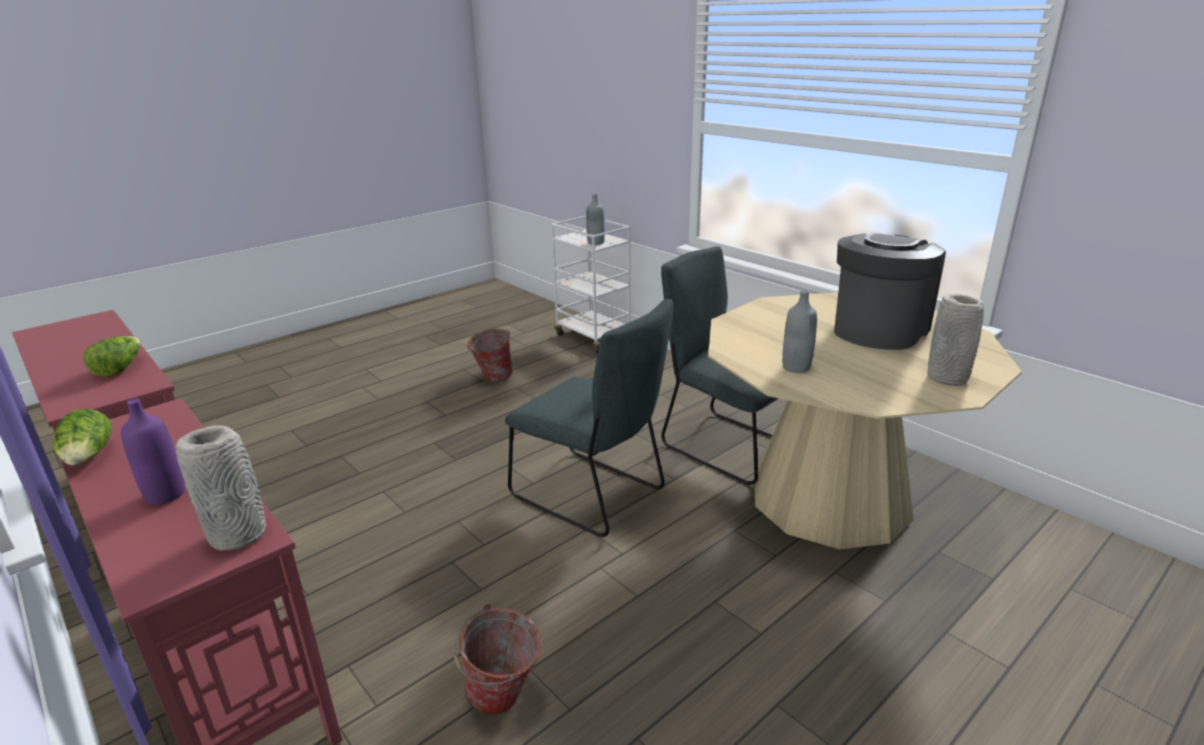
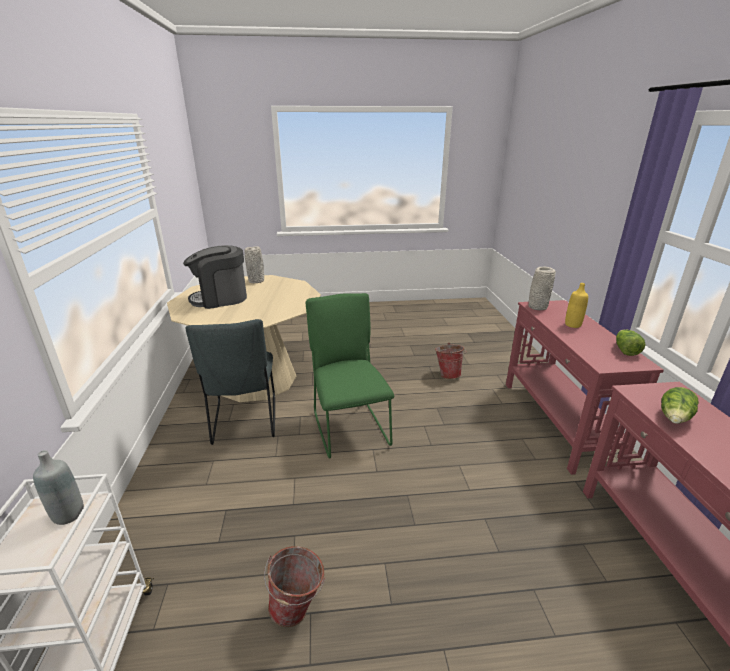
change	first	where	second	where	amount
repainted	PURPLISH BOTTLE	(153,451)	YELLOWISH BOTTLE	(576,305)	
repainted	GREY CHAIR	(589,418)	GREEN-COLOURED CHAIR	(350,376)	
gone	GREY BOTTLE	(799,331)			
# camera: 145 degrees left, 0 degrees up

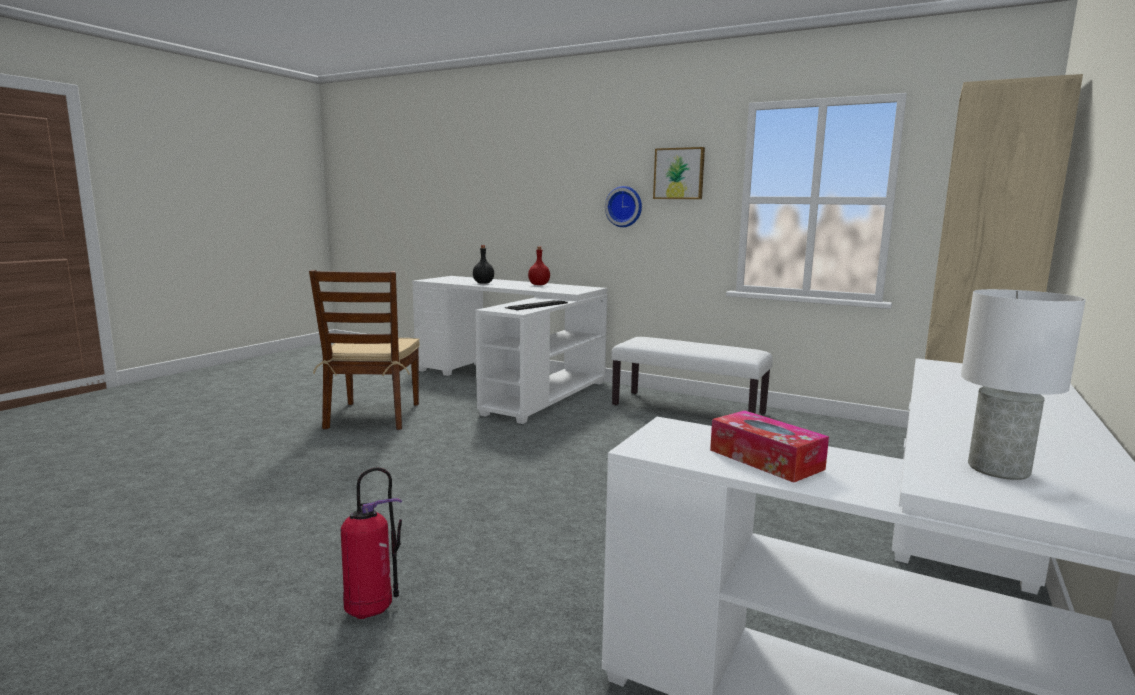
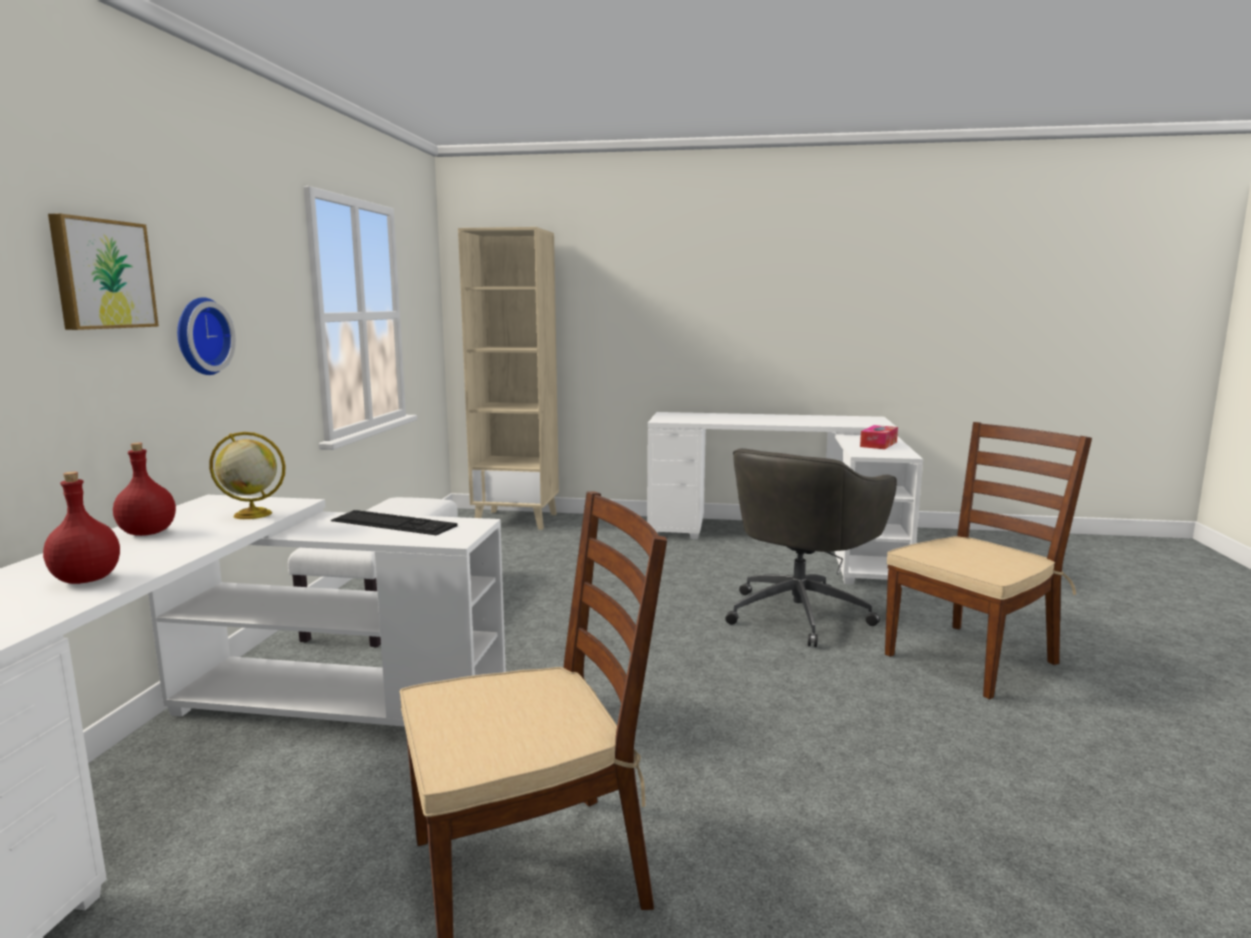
change	first	where	second	where	amount
swapped	EXTINGUISHER	(371,543)	BROWN-COLOURED CHAIR	(988,560)	
repainted	BLACKISH BOTTLE	(483,264)	RED BOTTLE	(81,528)	
shifted	WALL PICTURE	(679,173)		(103,272)	
gone	WHITE-COLOURED LAMP FOR A TABLE	(1023,384)			
new			GLOBE	(247,475)	
new			GREY COMPUTER CHAIR	(811,547)	
# camera: 110 degrees left, 0 degrees up

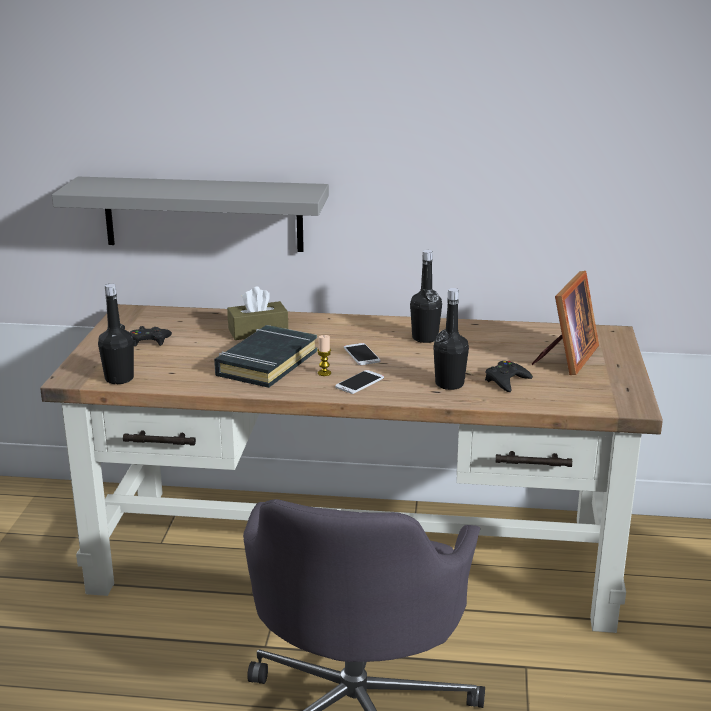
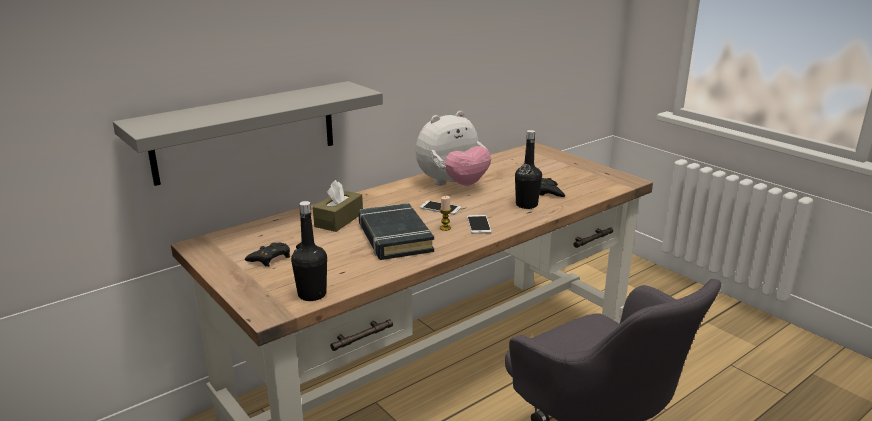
change	first	where	second	where	amount
swapped	BLACKISH BOTTLE	(426,296)	CUDDLY TOY	(453,148)	
gone	PICTURE FRAME	(565,323)			
# camera: 45 degrees left, 0 degrees up

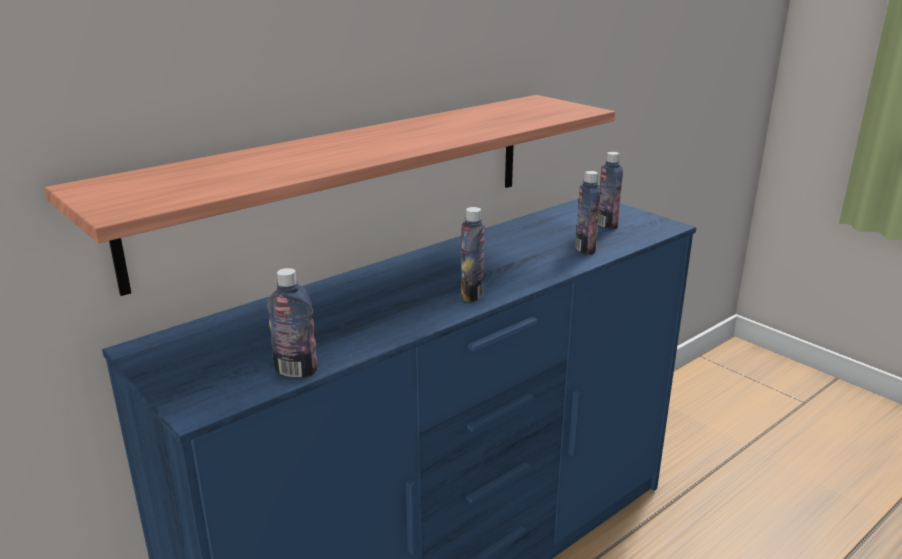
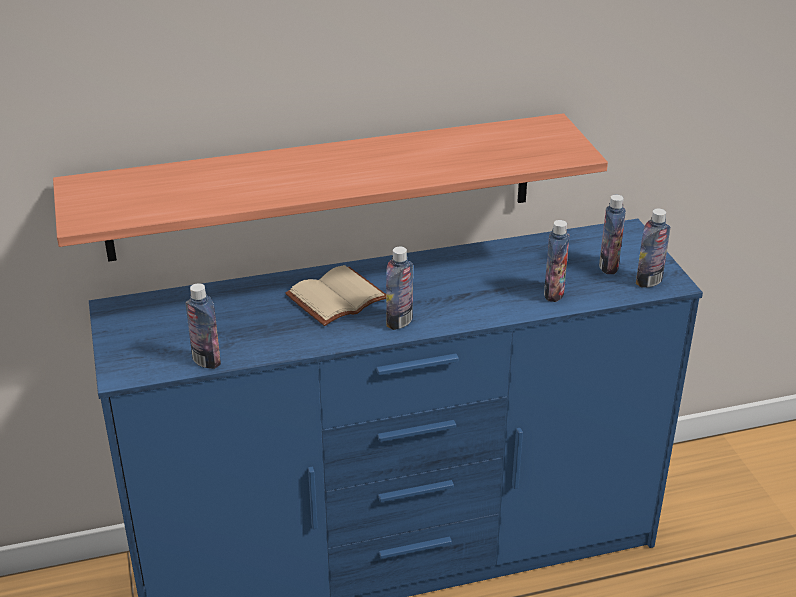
change	first	where	second	where	amount
new			BEIGE VOLUME	(335,295)	
new			BOTTLE	(653,248)	
# camera: 25 degrees right, 10 degrees up

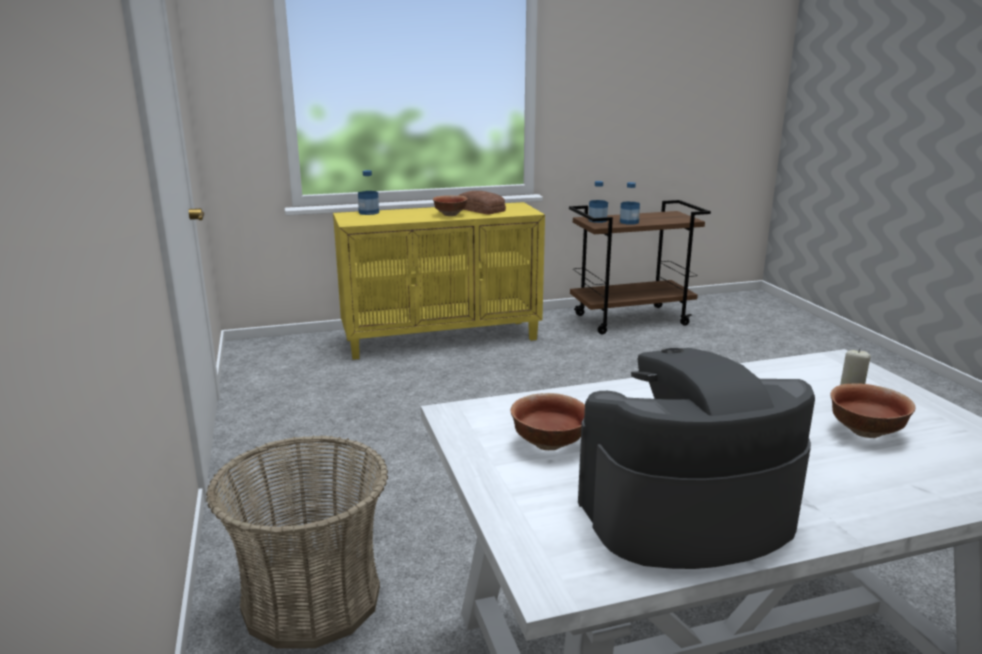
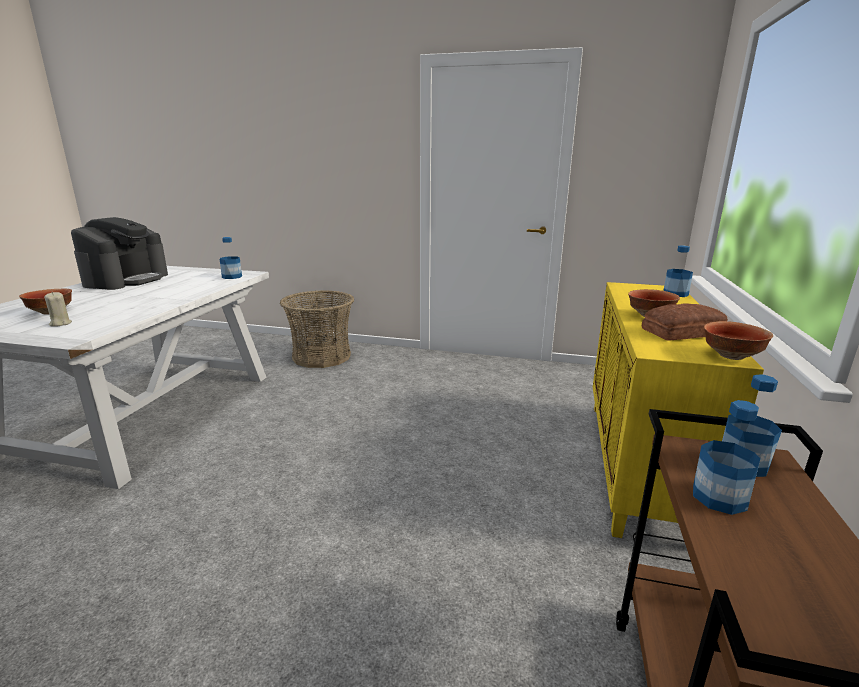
change	first	where	second	where	amount
shifted	SERVING BOWL	(548,421)		(738,340)	
new			BOTTLE	(231,258)	
# camera: 120 degrees right, 0 degrees up

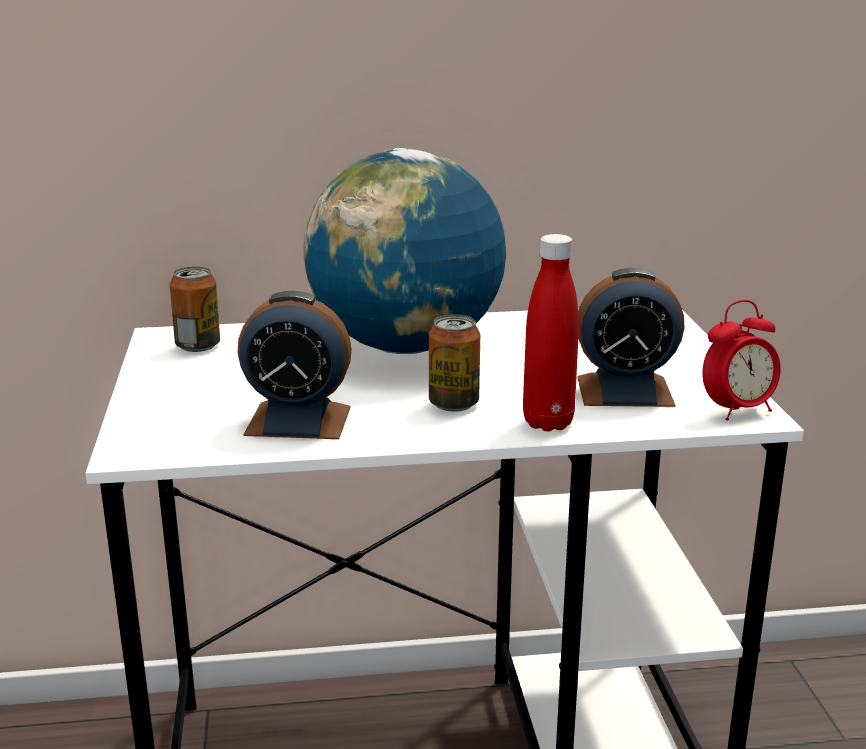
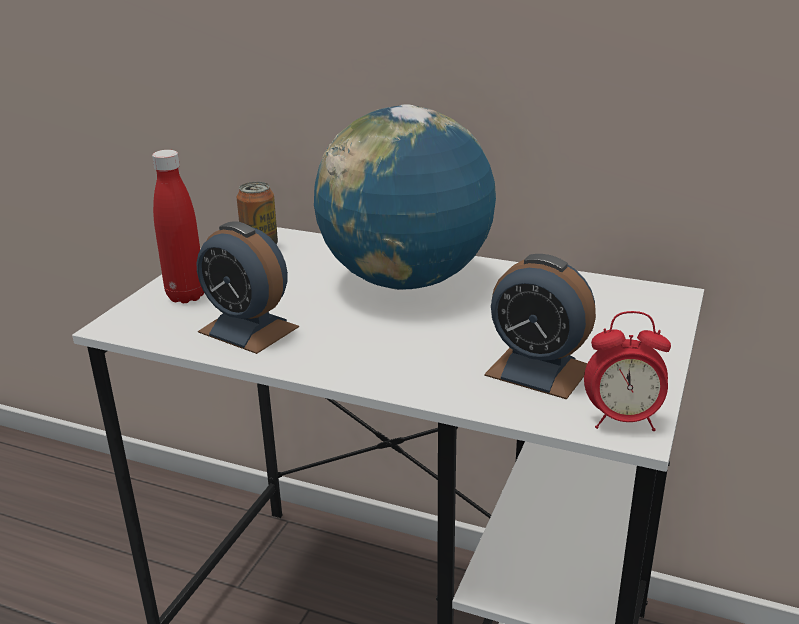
change	first	where	second	where	amount
gone	CAN	(454,363)			
shifted	RED BOTTLE	(551,332)		(178,226)	
# camera: 30 degrees right, 5 degrees up

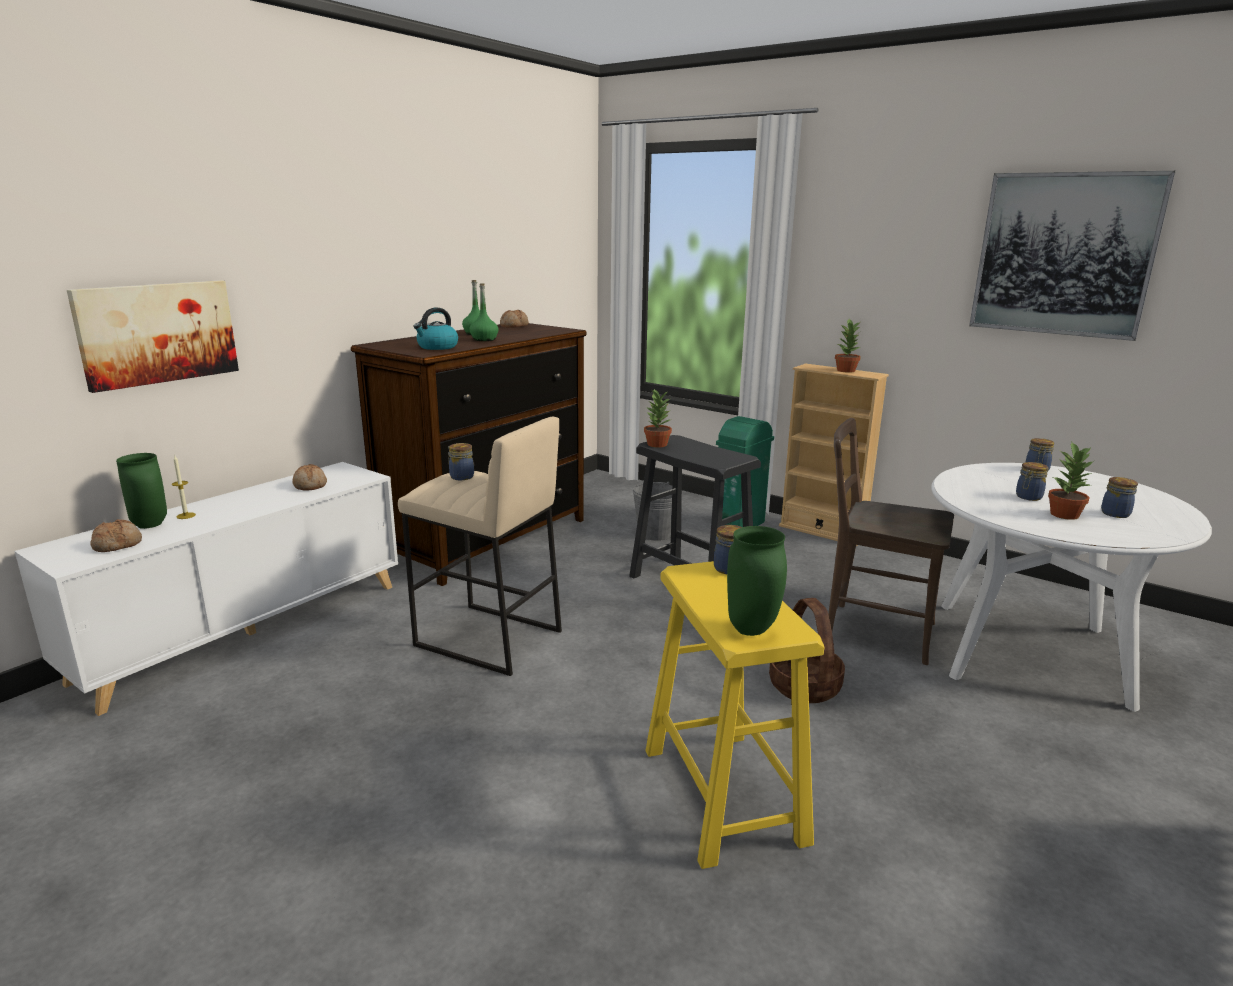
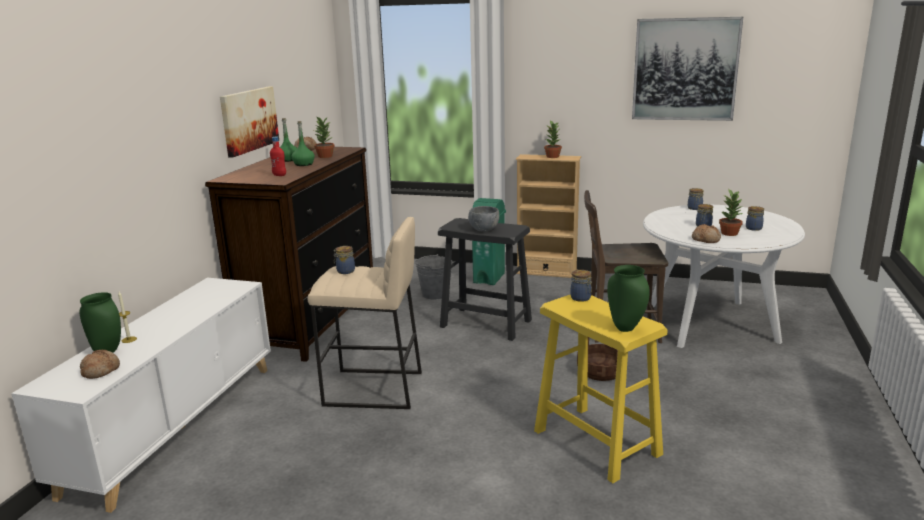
change	first	where	second	where	amount
shifted	WALL PICTURE	(153,336)		(249,122)	
shifted	BREAD	(309,477)		(706,233)	
swapped	WATER KETTLE	(436,329)	RED BOTTLE	(278,156)	
shifted	HOUSEPLANT	(658,418)		(324,137)	
new			GREY SERVING BOWL	(483,219)	
# camera: 20 degrees left, 0 degrees up

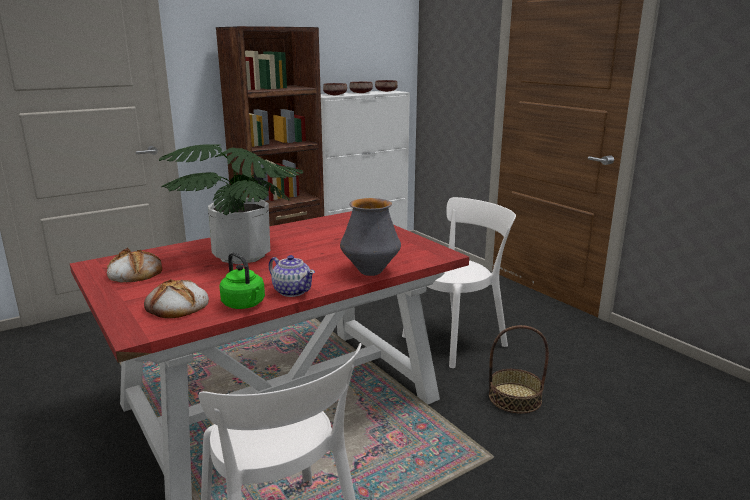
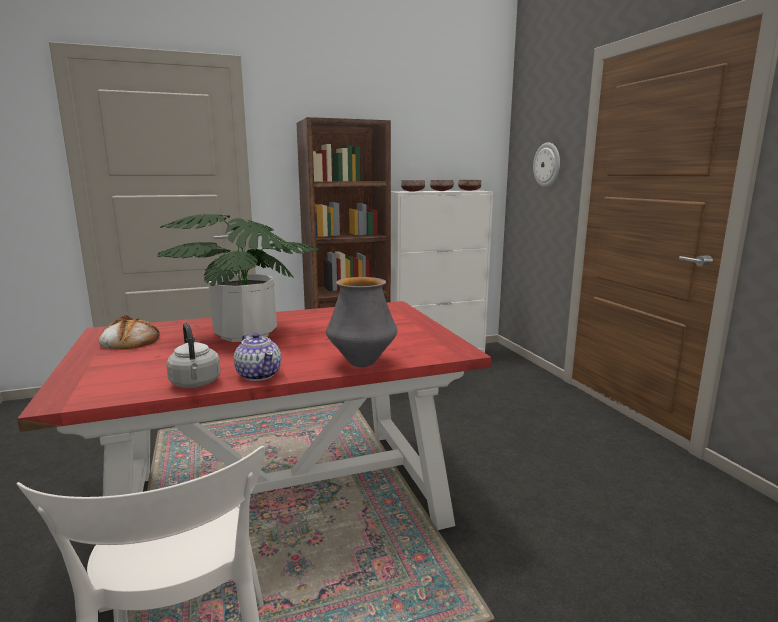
change	first	where	second	where	amount
gone	BREAD	(176,298)			
repainted	GREEN-COLOURED WATER KETTLE	(242,280)	GREY WATER KETTLE	(193,355)	
gone	WHITE-COLOURED CHAIR	(459,282)			
gone	BASKET	(519,369)			
new			HANGING CLOCK	(546,164)	
# camera: 15 degrees right, 5 degrees down

